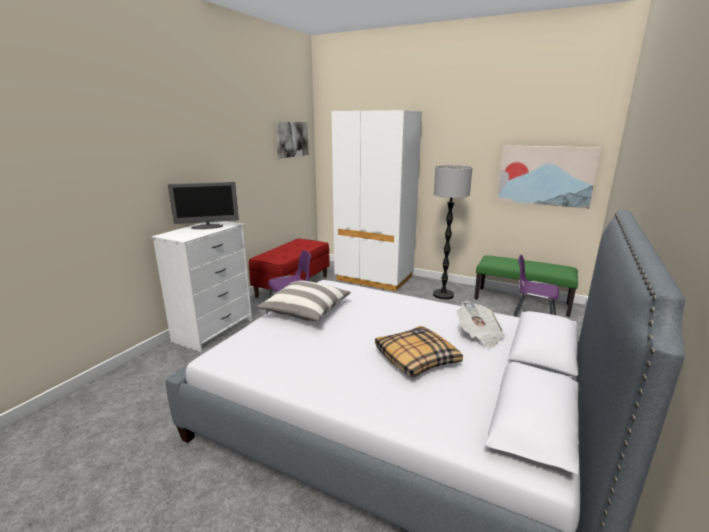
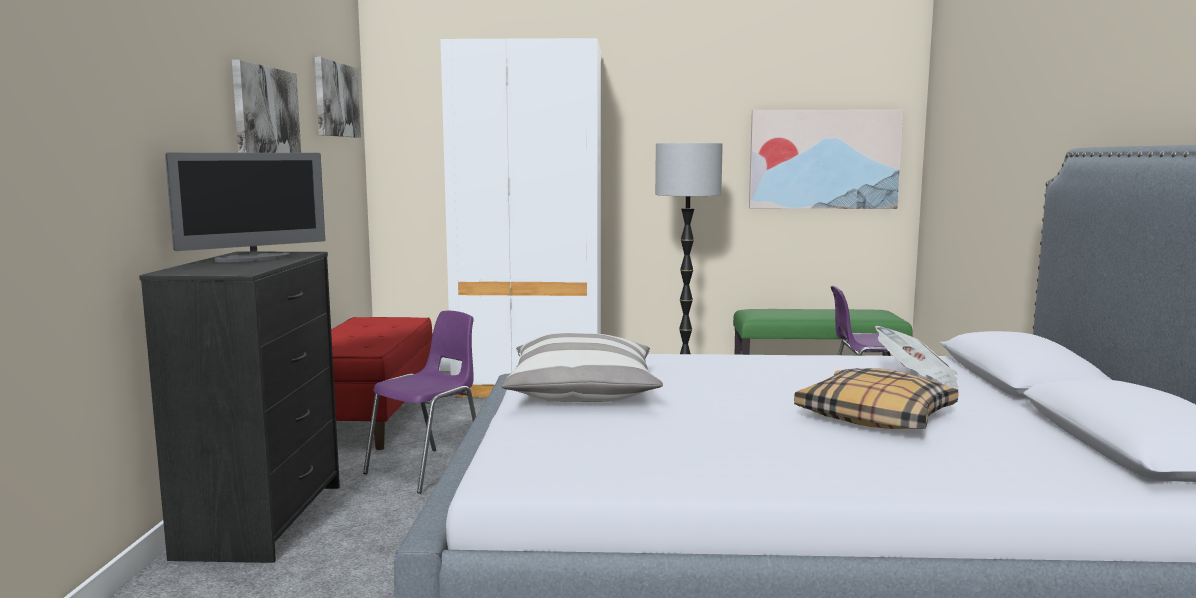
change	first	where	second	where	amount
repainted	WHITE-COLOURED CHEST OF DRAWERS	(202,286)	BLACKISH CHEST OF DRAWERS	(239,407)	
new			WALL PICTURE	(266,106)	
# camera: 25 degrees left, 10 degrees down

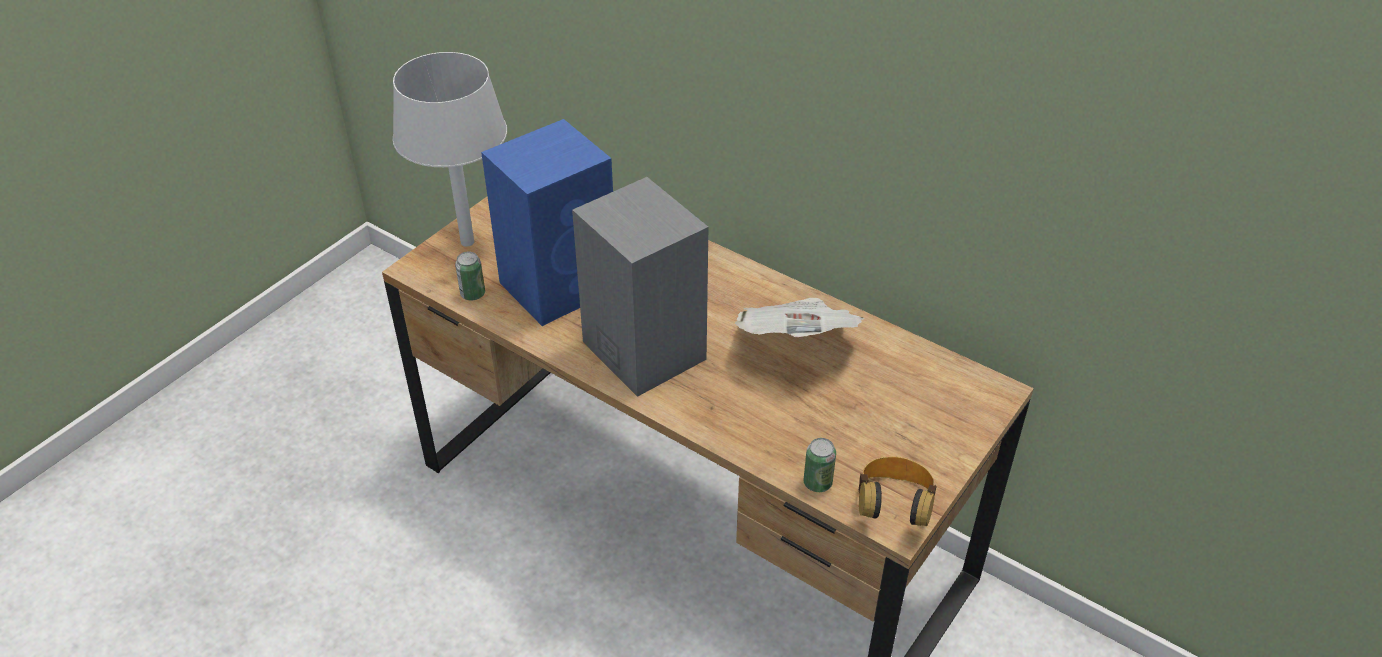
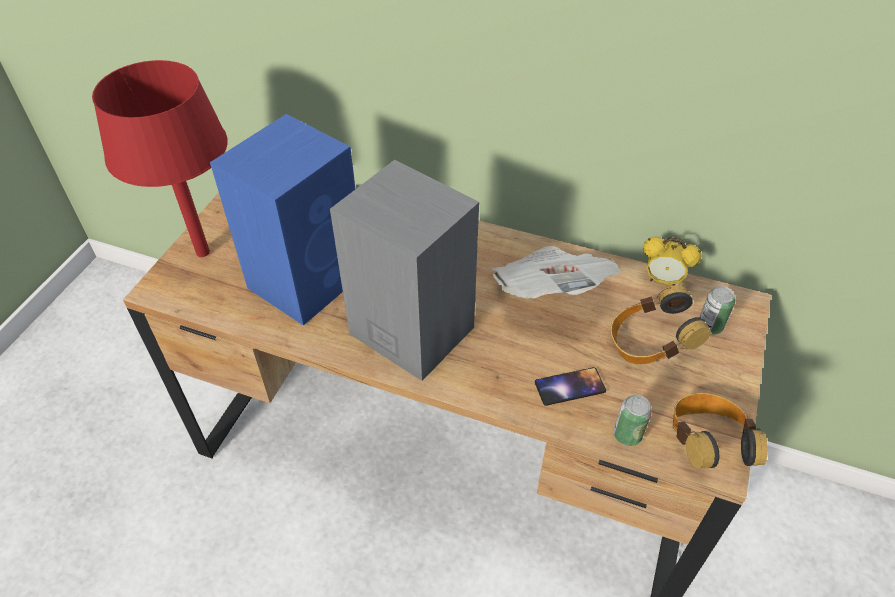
change	first	where	second	where	amount
repainted	GREY LAMP FOR A TABLE	(450,149)	RED LAMP FOR A TABLE	(160,158)	
shifted	CAN	(470,276)		(717,310)	
new			TELEPHONE	(570,386)	
new			HEADPHONES	(660,324)	
new			TABLE CLOCK	(672,261)	
# camera: 15 degrees left, 5 degrees up

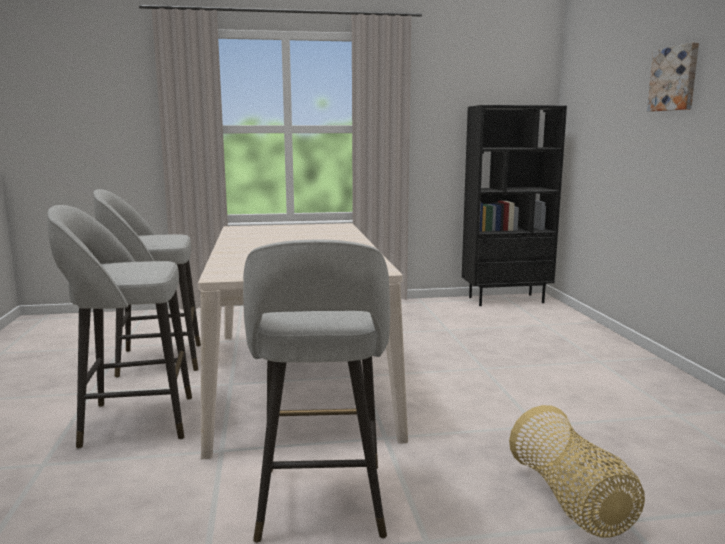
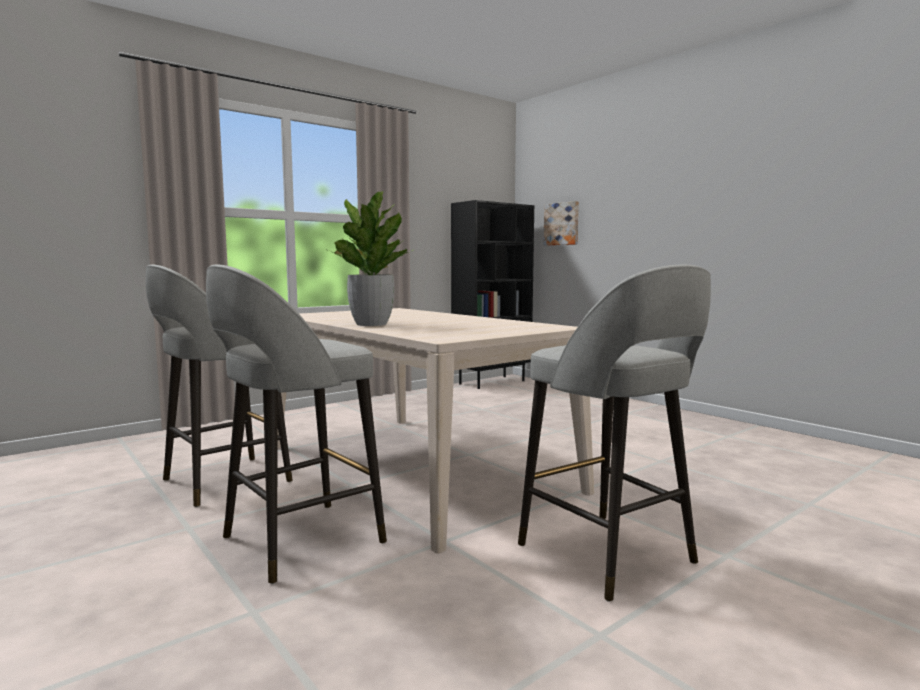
change	first	where	second	where	amount
gone	BASKET	(577,471)			
shifted	WALL PICTURE	(673,77)		(561,223)	
new			HOUSEPLANT	(369,258)	
# camera: 30 degrees left, 5 degrees down

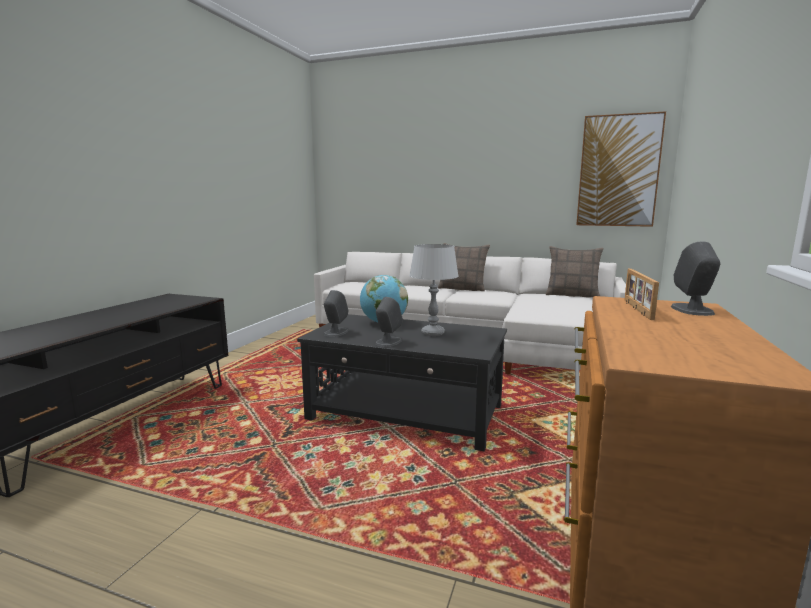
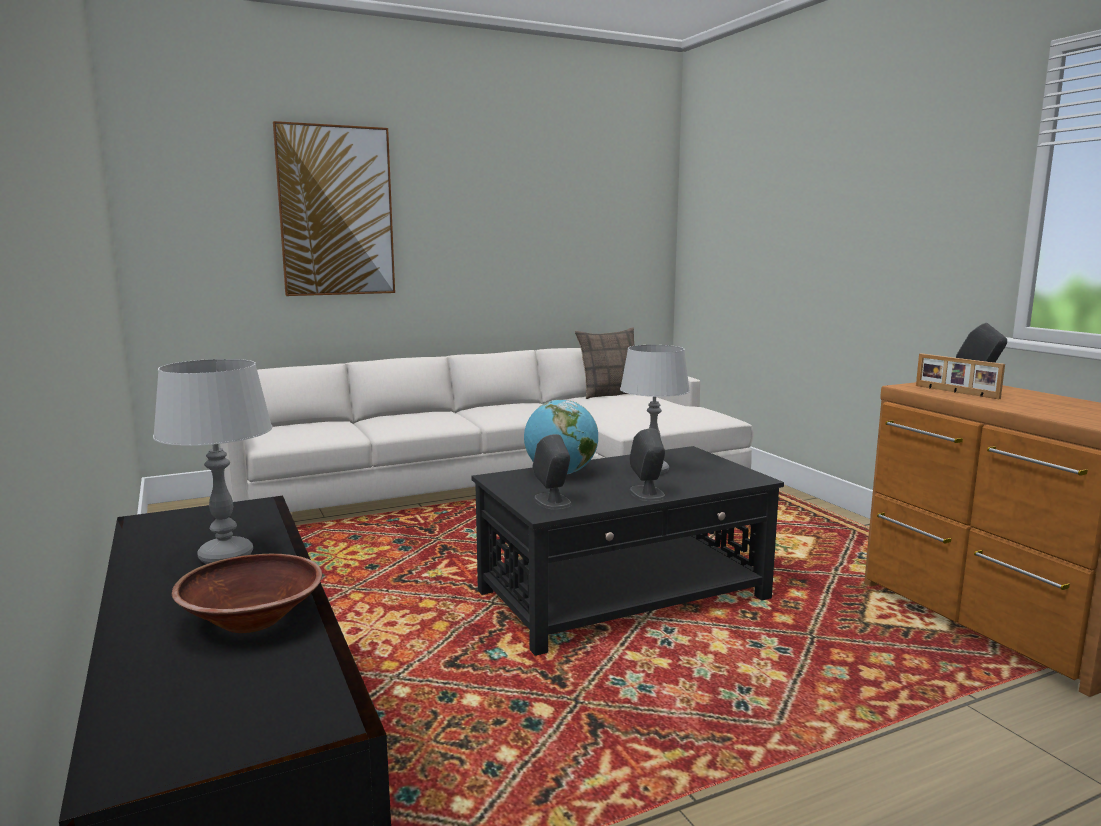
change	first	where	second	where	amount
gone	PILLOW	(464,267)			
shifted	WALL PICTURE	(621,169)		(334,208)	
new			GREY LAMP FOR A TABLE	(212,461)	
new			BROWN-COLOURED SERVING BOWL	(247,593)	
# camera: 45 degrees left, 0 degrees up

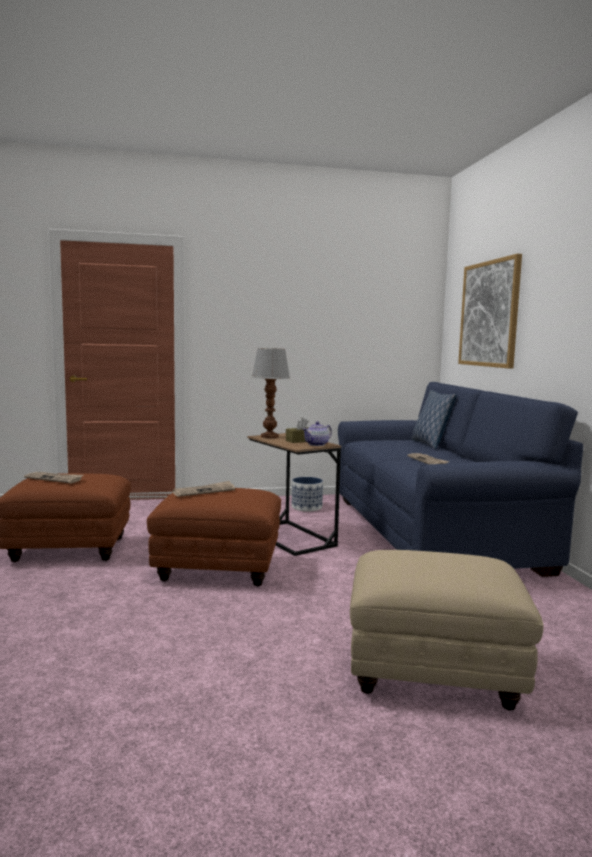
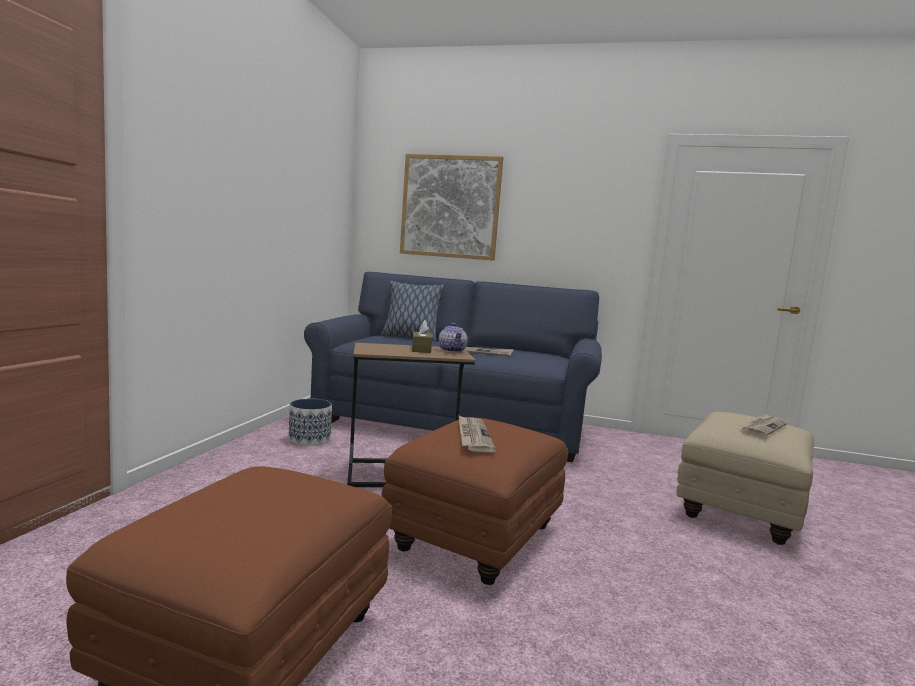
change	first	where	second	where	amount
shifted	NEWSPAPER	(53,477)		(763,424)	
gone	LAMP FOR A TABLE	(270,393)			
# camera: 65 degrees left, 0 degrees up

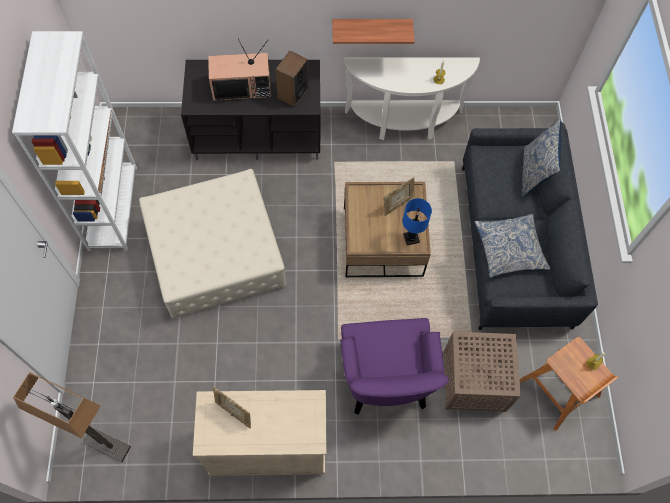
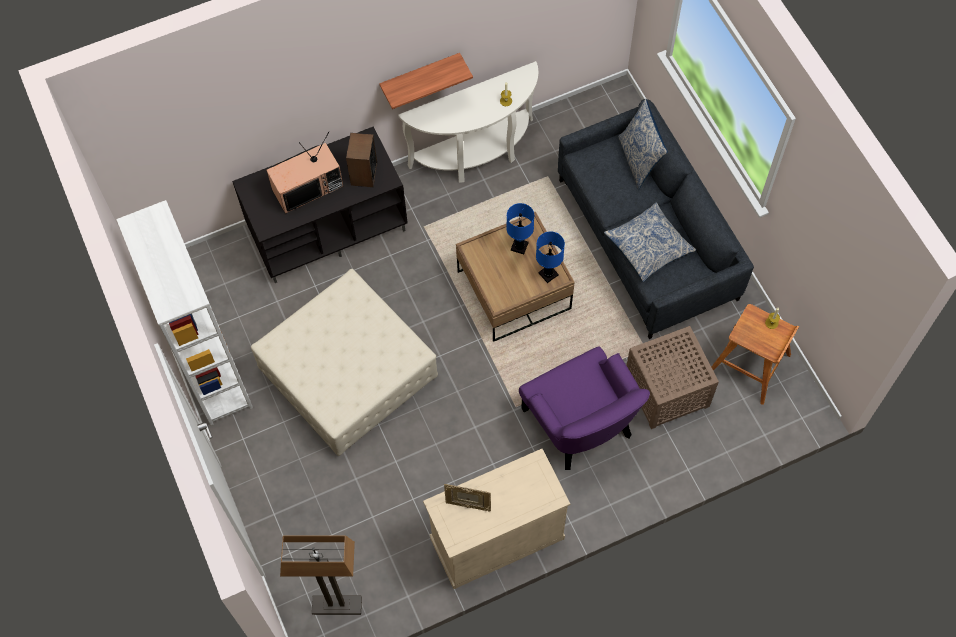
change	first	where	second	where	amount
swapped	PICTURE FRAME	(398,196)	BLUE-COLOURED LAMP FOR A TABLE	(520,228)	
# camera: 20 degrees left, 0 degrees up

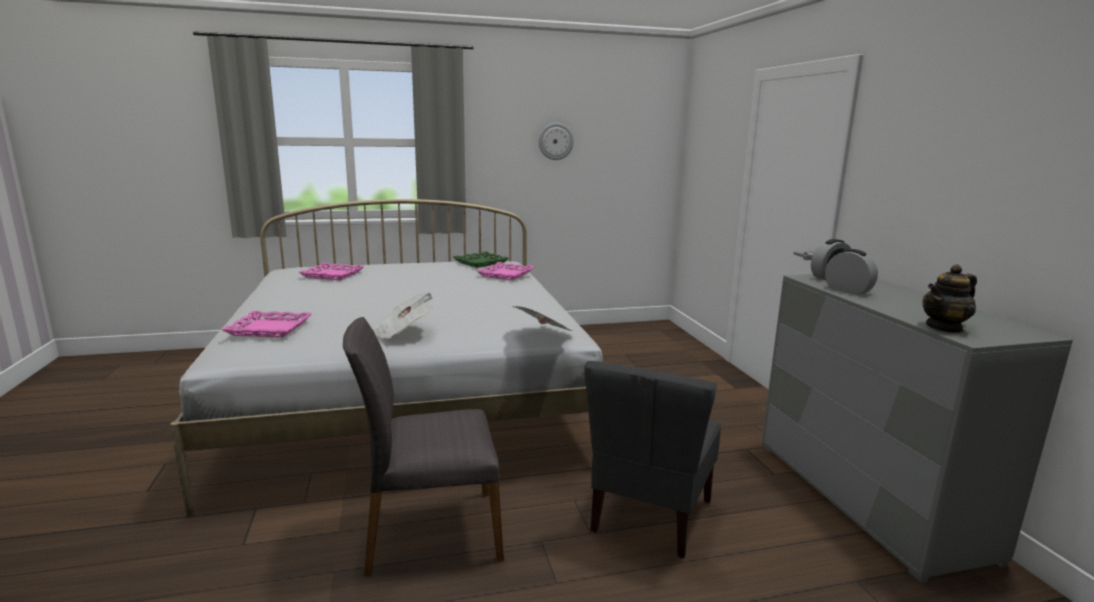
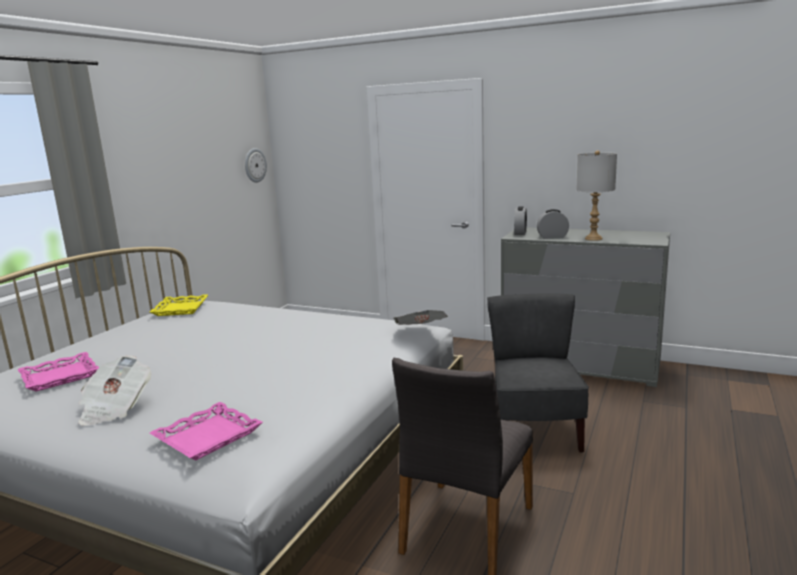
change	first	where	second	where	amount
shifted	NEWSPAPER	(404,316)		(114,390)	
repainted	GREEN-COLOURED TRAY	(481,259)	YELLOWISH TRAY	(179,305)	
gone	PINKISH TRAY	(505,271)			
shifted	HANGING CLOCK	(556,141)		(256,165)	
rotated	GREY CHAIR	(652,459)		(538,373)	150 degrees counterclockwise
gone	TEAPOT	(950,298)			
new			GREY LAMP FOR A TABLE	(596,195)	
# camera: 50 degrees left, 0 degrees up

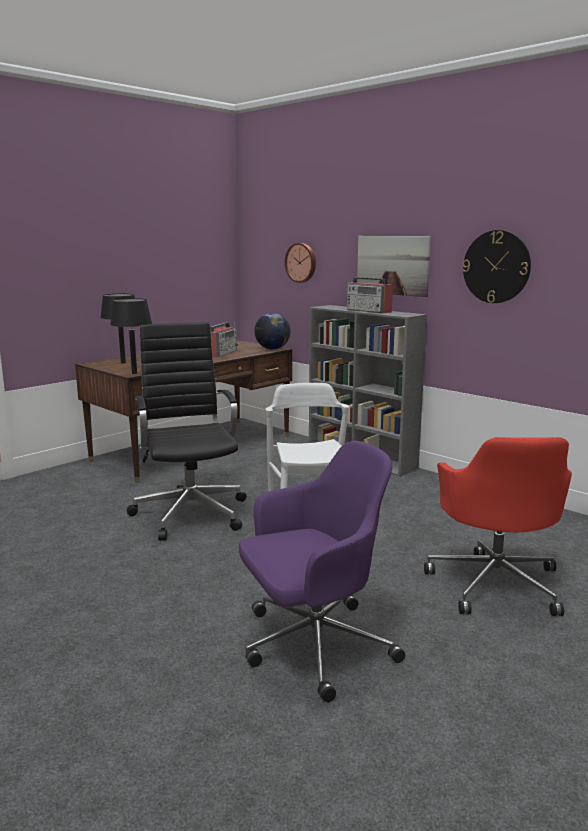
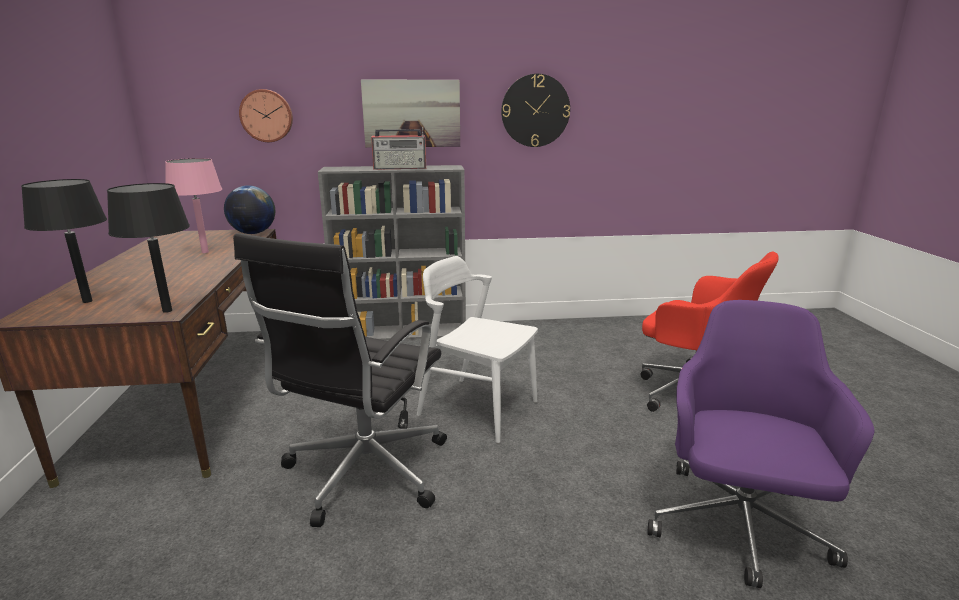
change	first	where	second	where	amount
rotated	BLACKISH COMPUTER CHAIR	(186,431)		(340,380)	90 degrees counterclockwise
swapped	RADIO SET	(224,339)	PINKISH LAMP FOR A TABLE	(193,205)	
# camera: 50 degrees left, 5 degrees up

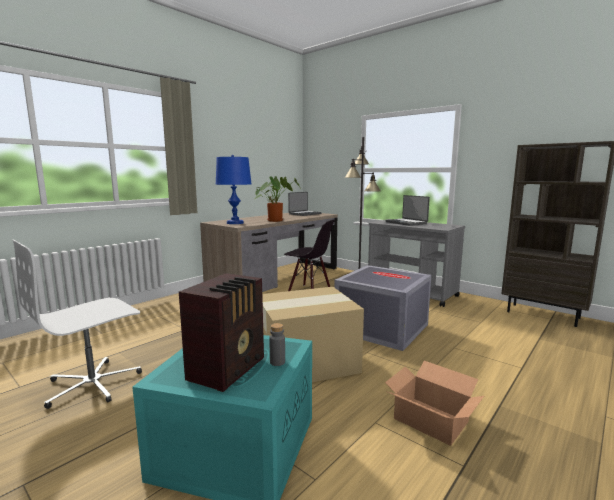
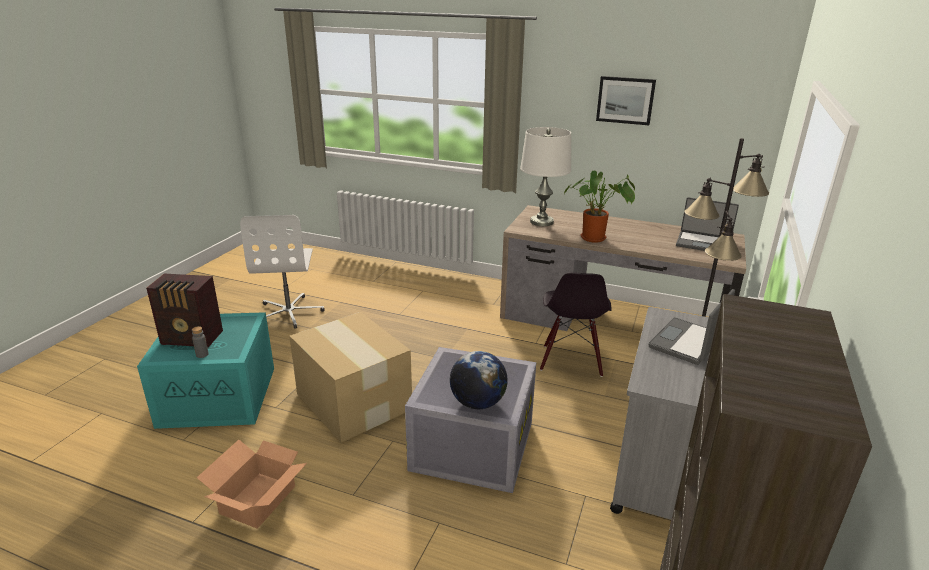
change	first	where	second	where	amount
rotated	WHITE-COLOURED COMPUTER CHAIR	(77,324)		(282,272)	120 degrees counterclockwise
repainted	BLUE-COLOURED LAMP FOR A TABLE	(234,189)	WHITE-COLOURED LAMP FOR A TABLE	(545,176)	
new			GLOBE	(479,380)	
new			WALL PICTURE	(626,100)	
# camera: 70 degrees right, 15 degrees up

